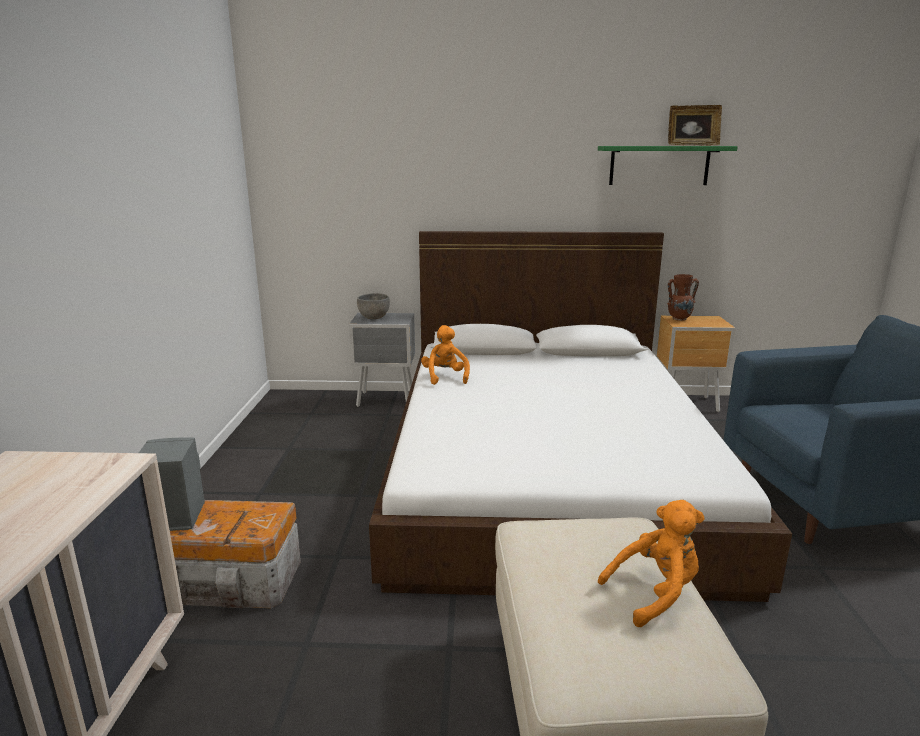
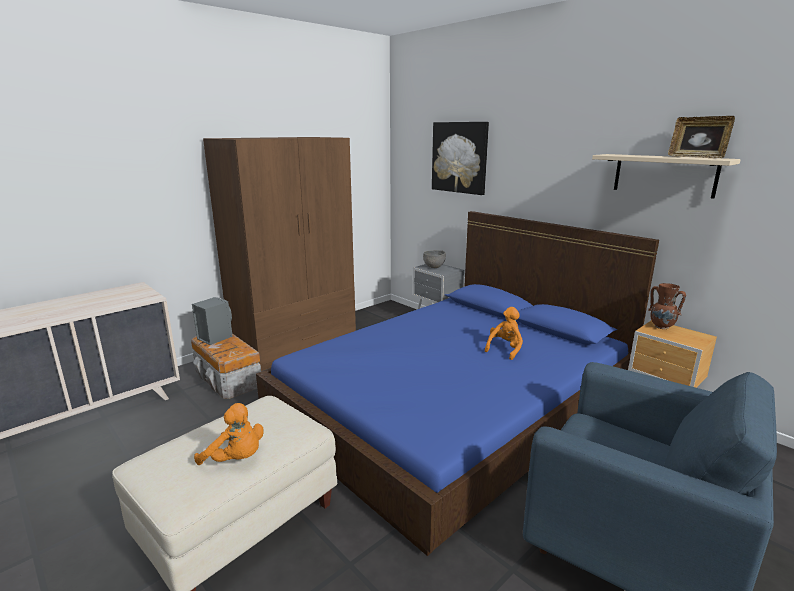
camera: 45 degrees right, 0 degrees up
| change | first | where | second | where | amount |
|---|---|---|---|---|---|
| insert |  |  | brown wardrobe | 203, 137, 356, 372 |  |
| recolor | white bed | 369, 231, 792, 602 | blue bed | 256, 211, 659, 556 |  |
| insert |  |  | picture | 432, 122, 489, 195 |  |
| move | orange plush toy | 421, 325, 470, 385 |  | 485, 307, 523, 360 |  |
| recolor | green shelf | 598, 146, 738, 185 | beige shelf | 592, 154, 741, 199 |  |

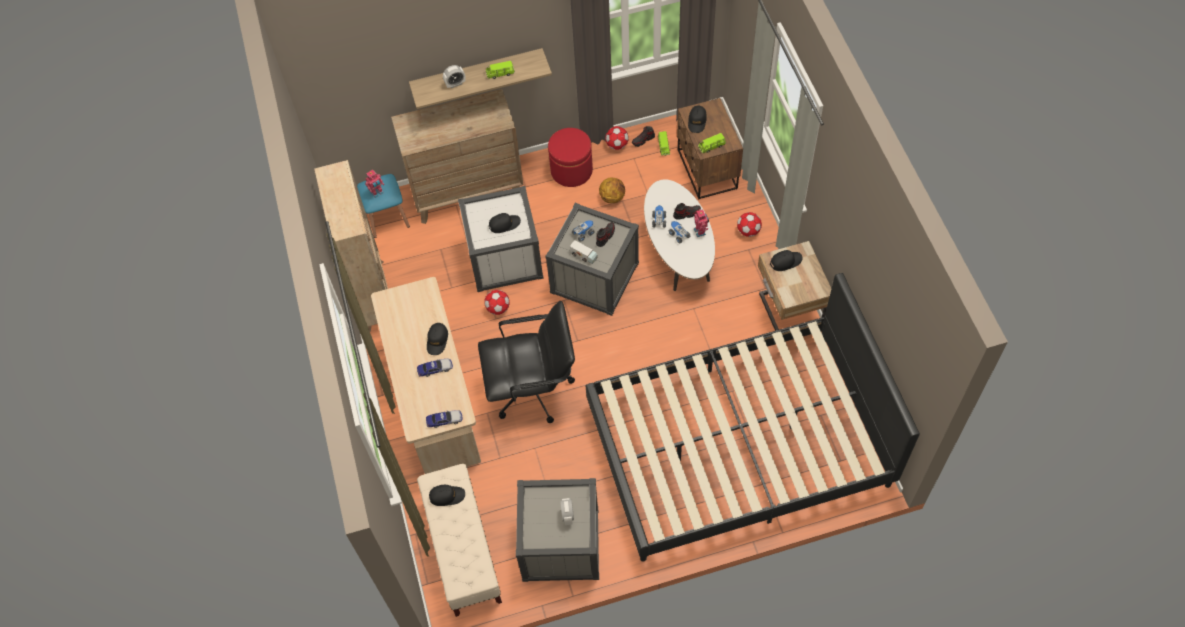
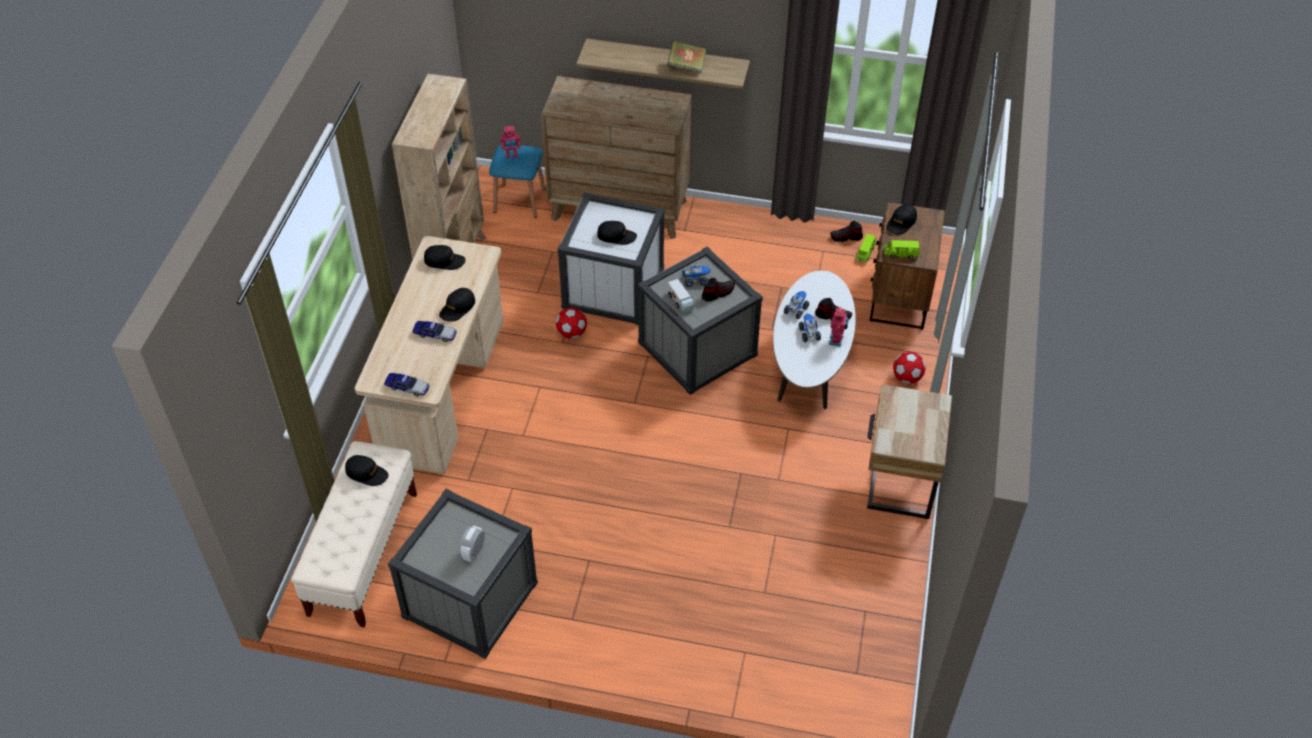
camera: 25 degrees right, 10 degrees down
| change | first | where | second | where | amount |
|---|---|---|---|---|---|
| move | black cap | 770, 250, 803, 271 |  | 424, 245, 466, 270 |  |
| replace | green toy car | 486, 61, 515, 79 | book | 667, 40, 707, 73 |  |
| delete | alarm clock | 443, 65, 466, 88 |  |  |  |
| delete | black office chair | 478, 301, 575, 423 |  |  |  |
| delete | red ottoman | 548, 128, 593, 187 |  |  |  |
| delete | black bed | 586, 273, 920, 562 |  |  |  |
| delete | basketball | 599, 177, 625, 203 |  |  |  |
| delete | football | 605, 126, 629, 150 |  |  |  |

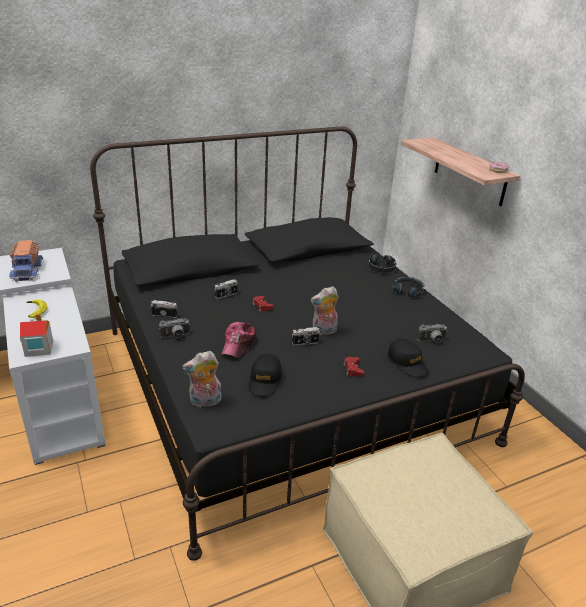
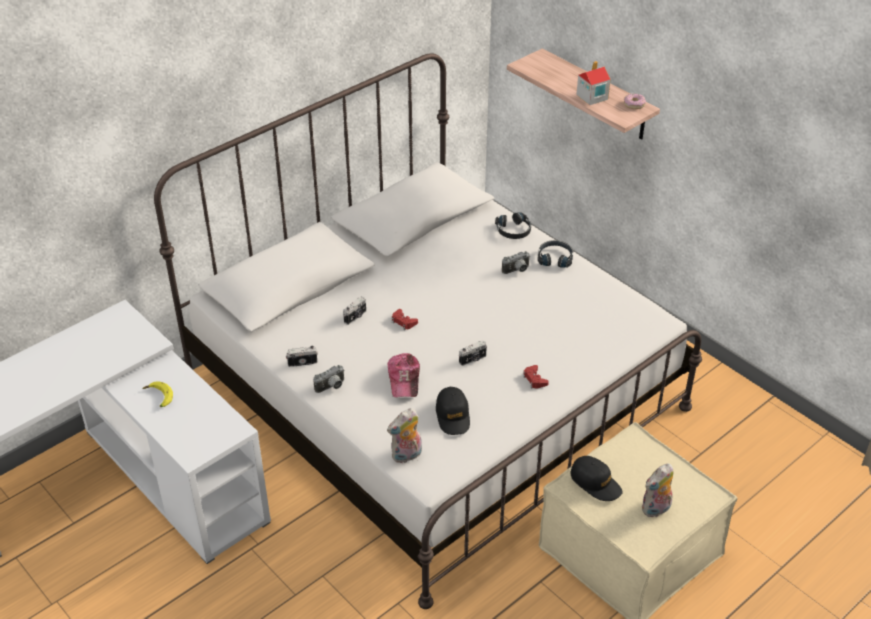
camera: 15 degrees left, 10 degrees up
| change | first | where | second | where | amount |
|---|---|---|---|---|---|
| recolor | black bed | 90, 127, 525, 561 | white bed | 154, 53, 702, 609 |  |
| move | photo camera | 417, 324, 447, 343 |  | 502, 251, 530, 274 |  |
| move | black cap | 388, 339, 429, 377 |  | 571, 456, 623, 501 |  |
| move | toy house | 20, 313, 53, 357 |  | 576, 61, 611, 105 |  |
| move | plush toy | 311, 286, 338, 336 |  | 642, 463, 674, 517 |  |
| delete | toy truck | 9, 240, 43, 282 |  |  |  |

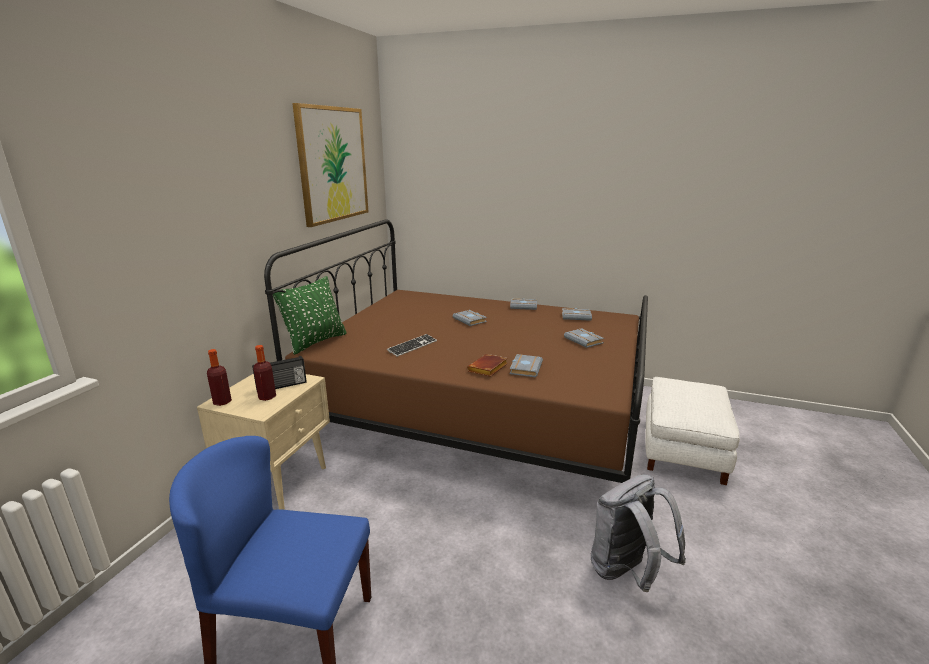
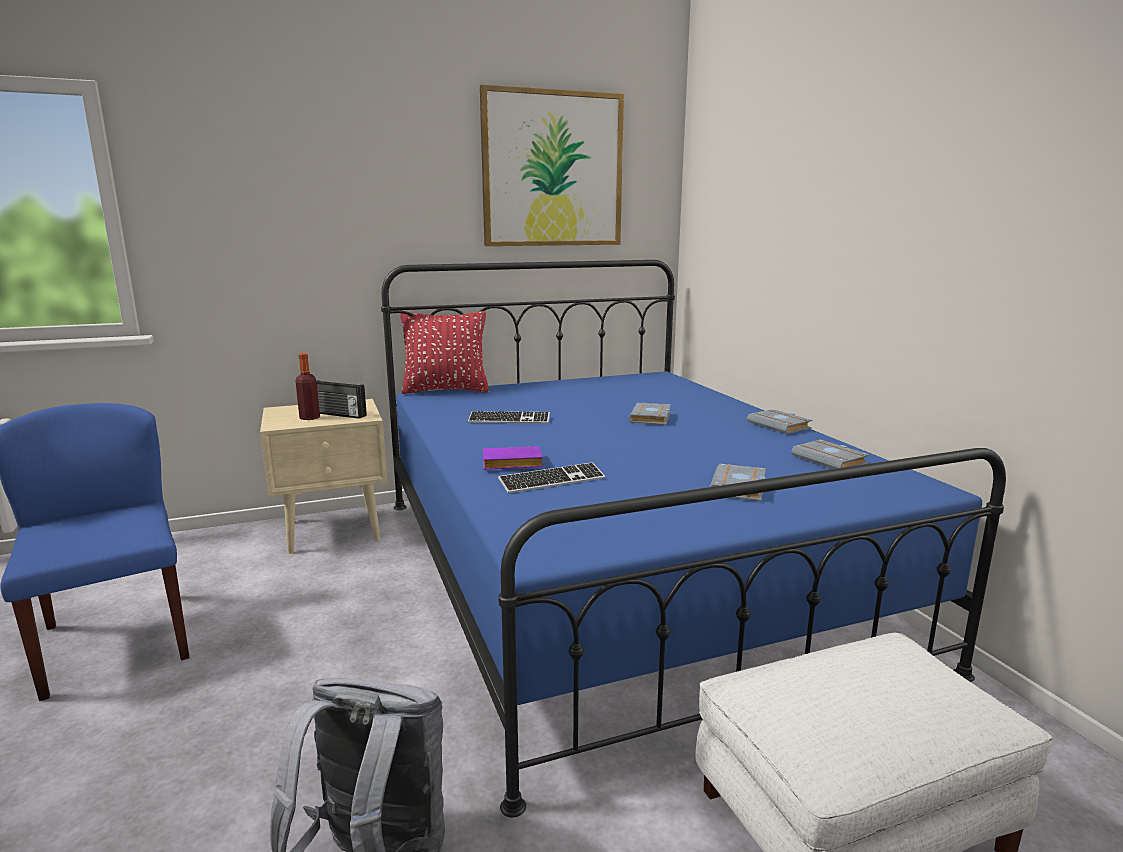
camera: 50 degrees right, 5 degrees down
| change | first | where | second | where | amount |
|---|---|---|---|---|---|
| recolor | brown bed | 264, 219, 648, 483 | blue bed | 381, 260, 1006, 818 |  |
| recolor | green pillow | 273, 276, 347, 355 | red pillow | 401, 311, 489, 394 |  |
| recolor | brown book | 467, 354, 508, 377 | purple book | 483, 446, 543, 470 |  |
| replace | grey book | 509, 354, 543, 378 | keyboard | 498, 462, 605, 493 |  |
| delete | bottle | 207, 349, 232, 406 |  |  |  |

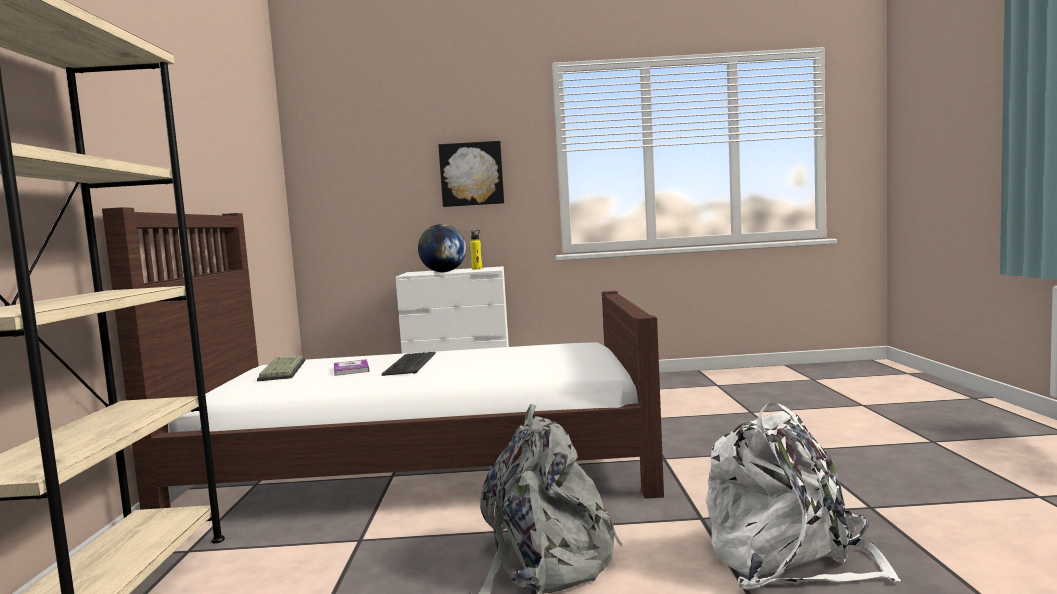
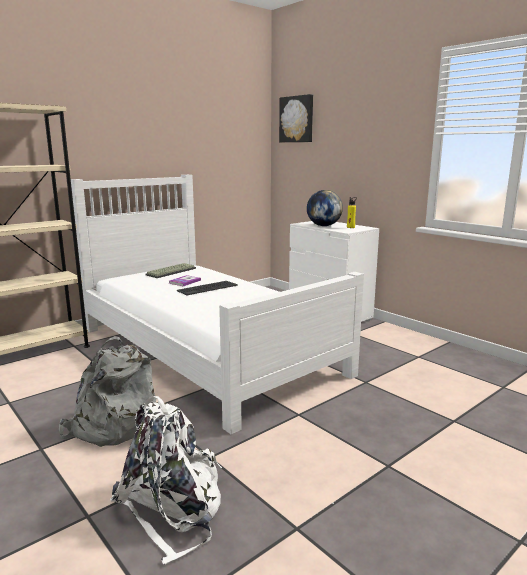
camera: 50 degrees right, 10 degrees up
| change | first | where | second | where | amount |
|---|---|---|---|---|---|
| recolor | brown bed | 102, 207, 664, 510 | white bed | 71, 175, 364, 434 |  |
| move | picture | 438, 141, 504, 207 |  | 279, 94, 313, 142 |  |

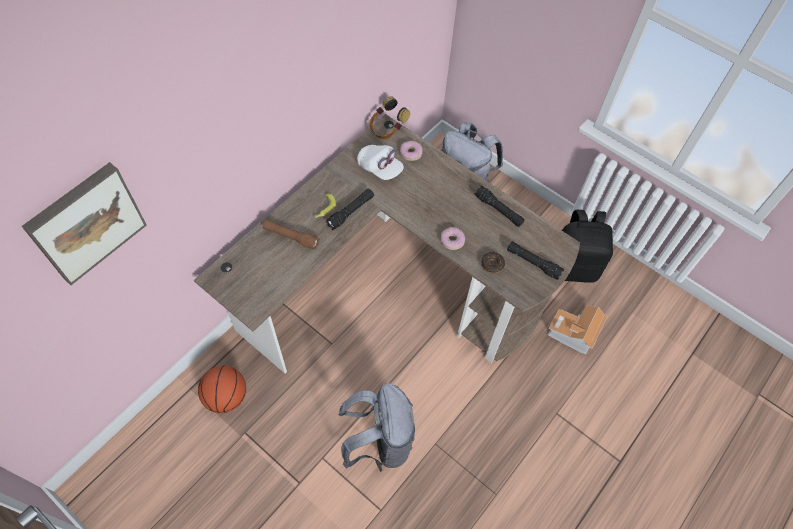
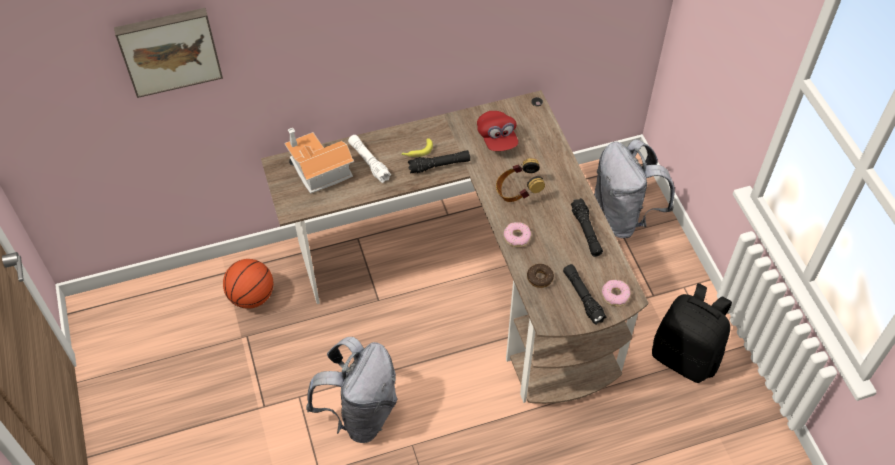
camera: 35 degrees right, 5 degrees down
| change | first | where | second | where | amount |
|---|---|---|---|---|---|
| move | toy house | 547, 305, 607, 355 |  | 284, 128, 354, 194 |  |
| recolor | brown flashlight | 263, 219, 320, 250 | white flashlight | 348, 135, 391, 183 |  |
| recolor | white cap | 357, 145, 404, 180 | red cap | 477, 111, 518, 151 |  |
| move | headphones | 369, 96, 410, 139 |  | 496, 158, 545, 202 |  |
| move | donut | 400, 141, 422, 161 |  | 602, 280, 630, 307 |  |

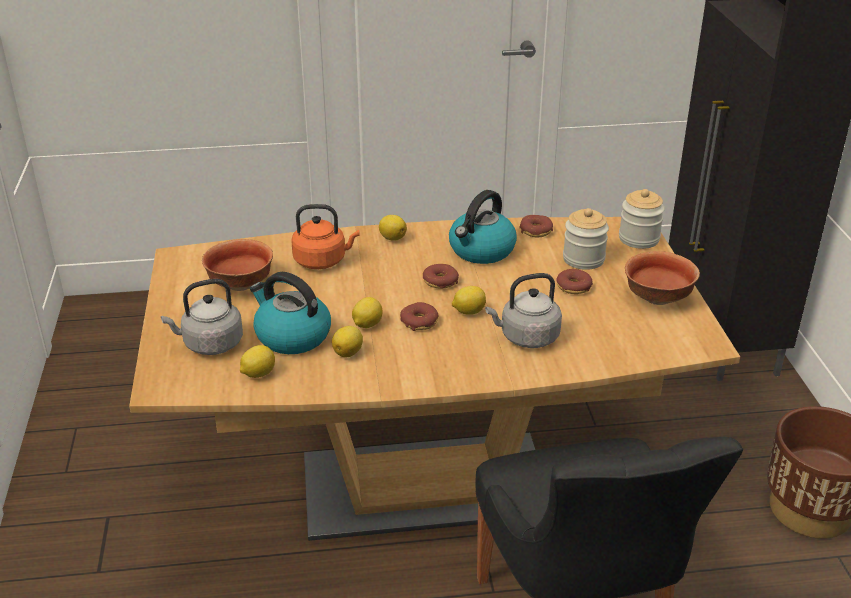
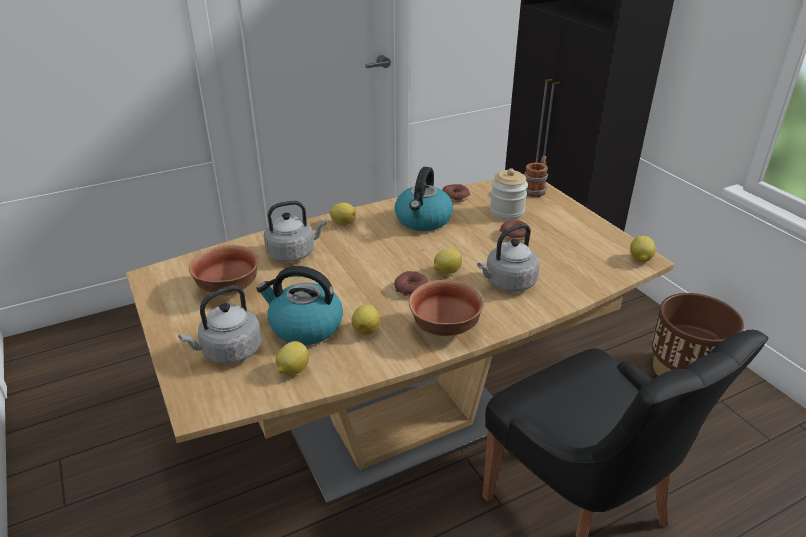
camera: 20 degrees left, 0 degrees up
| change | first | where | second | where | amount |
|---|---|---|---|---|---|
| recolor | orange kettle | 291, 204, 360, 269 | grey kettle | 264, 201, 327, 262 |  |
| move | bowl | 625, 251, 700, 305 |  | 409, 280, 484, 336 |  |
| replace | jar | 619, 189, 665, 249 | mug | 524, 155, 548, 197 |  |
| move | lemon | 352, 297, 383, 328 |  | 630, 236, 656, 262 |  |
| delete | donut | 423, 264, 459, 289 |  |  |  |

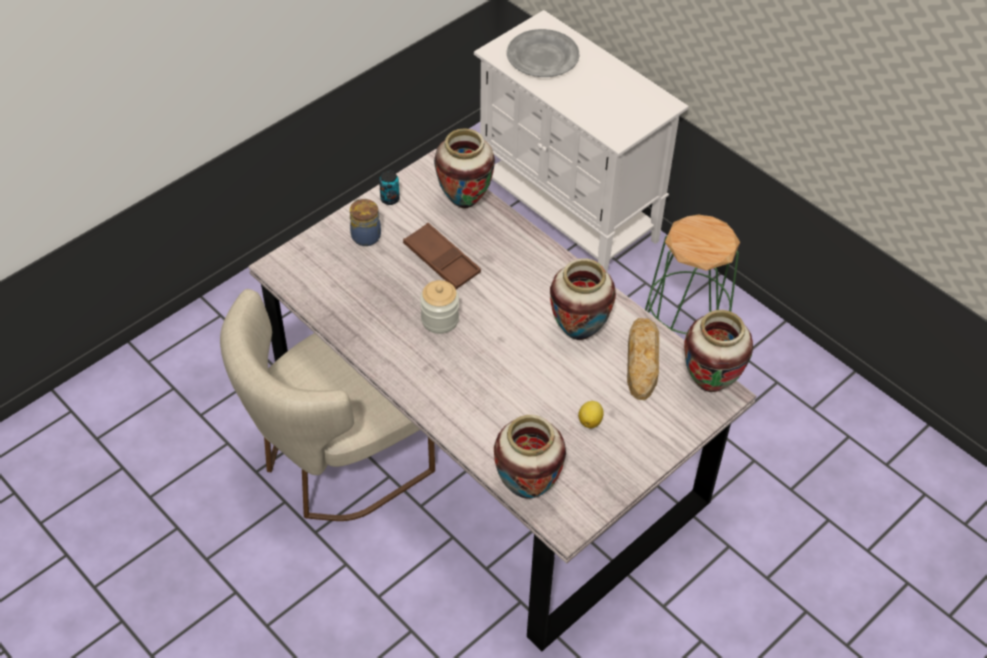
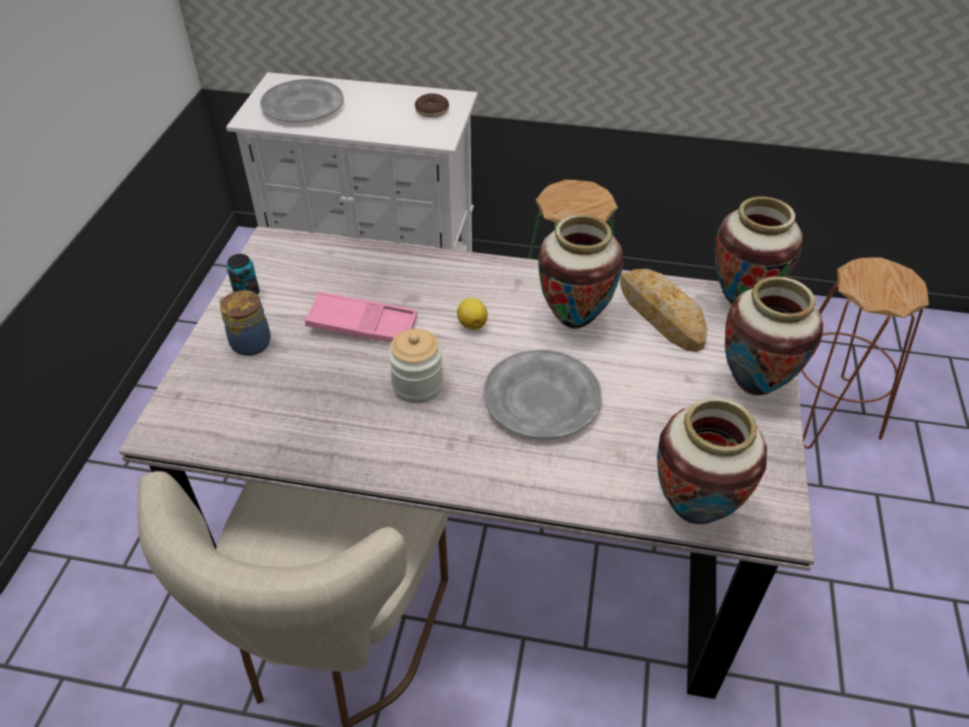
camera: 35 degrees left, 5 degrees down
| change | first | where | second | where | amount |
|---|---|---|---|---|---|
| recolor | brown tray | 403, 223, 481, 289 | pink tray | 305, 291, 417, 343 |  |
| insert |  |  | donut | 415, 93, 449, 118 |  |
| move | lemon | 578, 401, 604, 428 |  | 457, 298, 488, 330 |  |
| insert |  |  | grey plate | 483, 350, 602, 439 |  |
| move | vase | 434, 128, 495, 208 |  | 725, 276, 823, 396 |  |
| insert |  |  | brown stool | 801, 258, 929, 449 |  |

